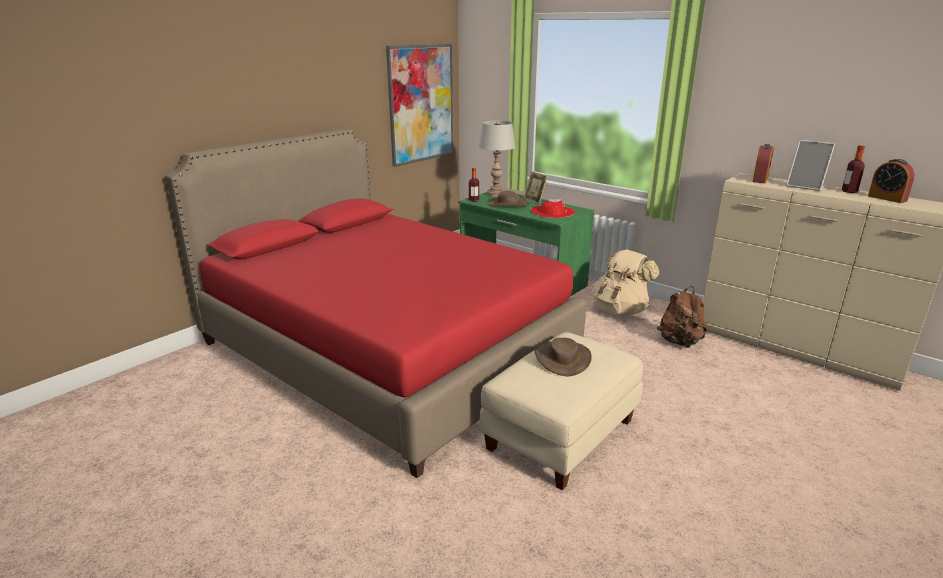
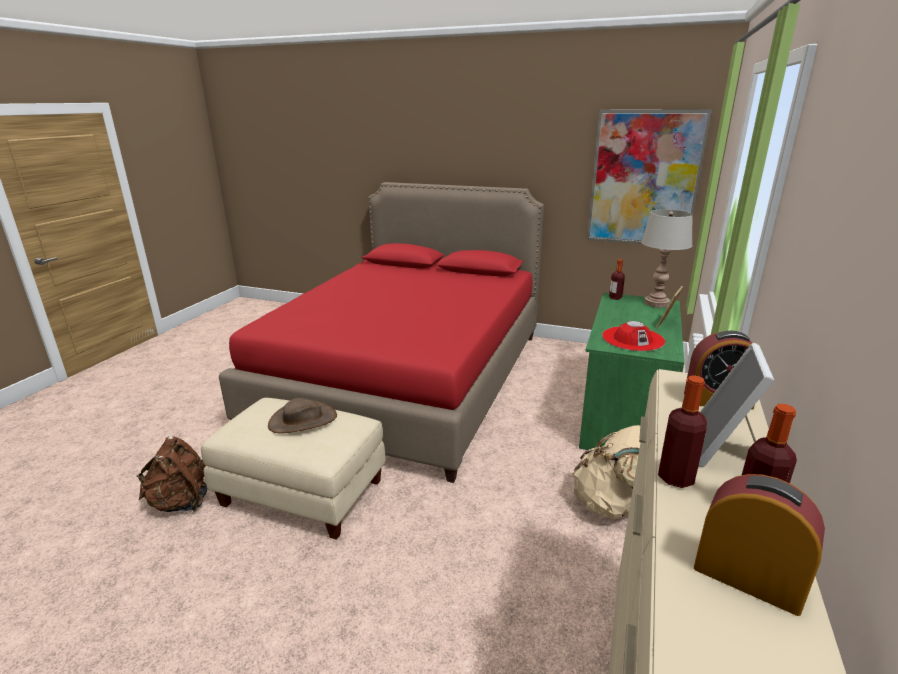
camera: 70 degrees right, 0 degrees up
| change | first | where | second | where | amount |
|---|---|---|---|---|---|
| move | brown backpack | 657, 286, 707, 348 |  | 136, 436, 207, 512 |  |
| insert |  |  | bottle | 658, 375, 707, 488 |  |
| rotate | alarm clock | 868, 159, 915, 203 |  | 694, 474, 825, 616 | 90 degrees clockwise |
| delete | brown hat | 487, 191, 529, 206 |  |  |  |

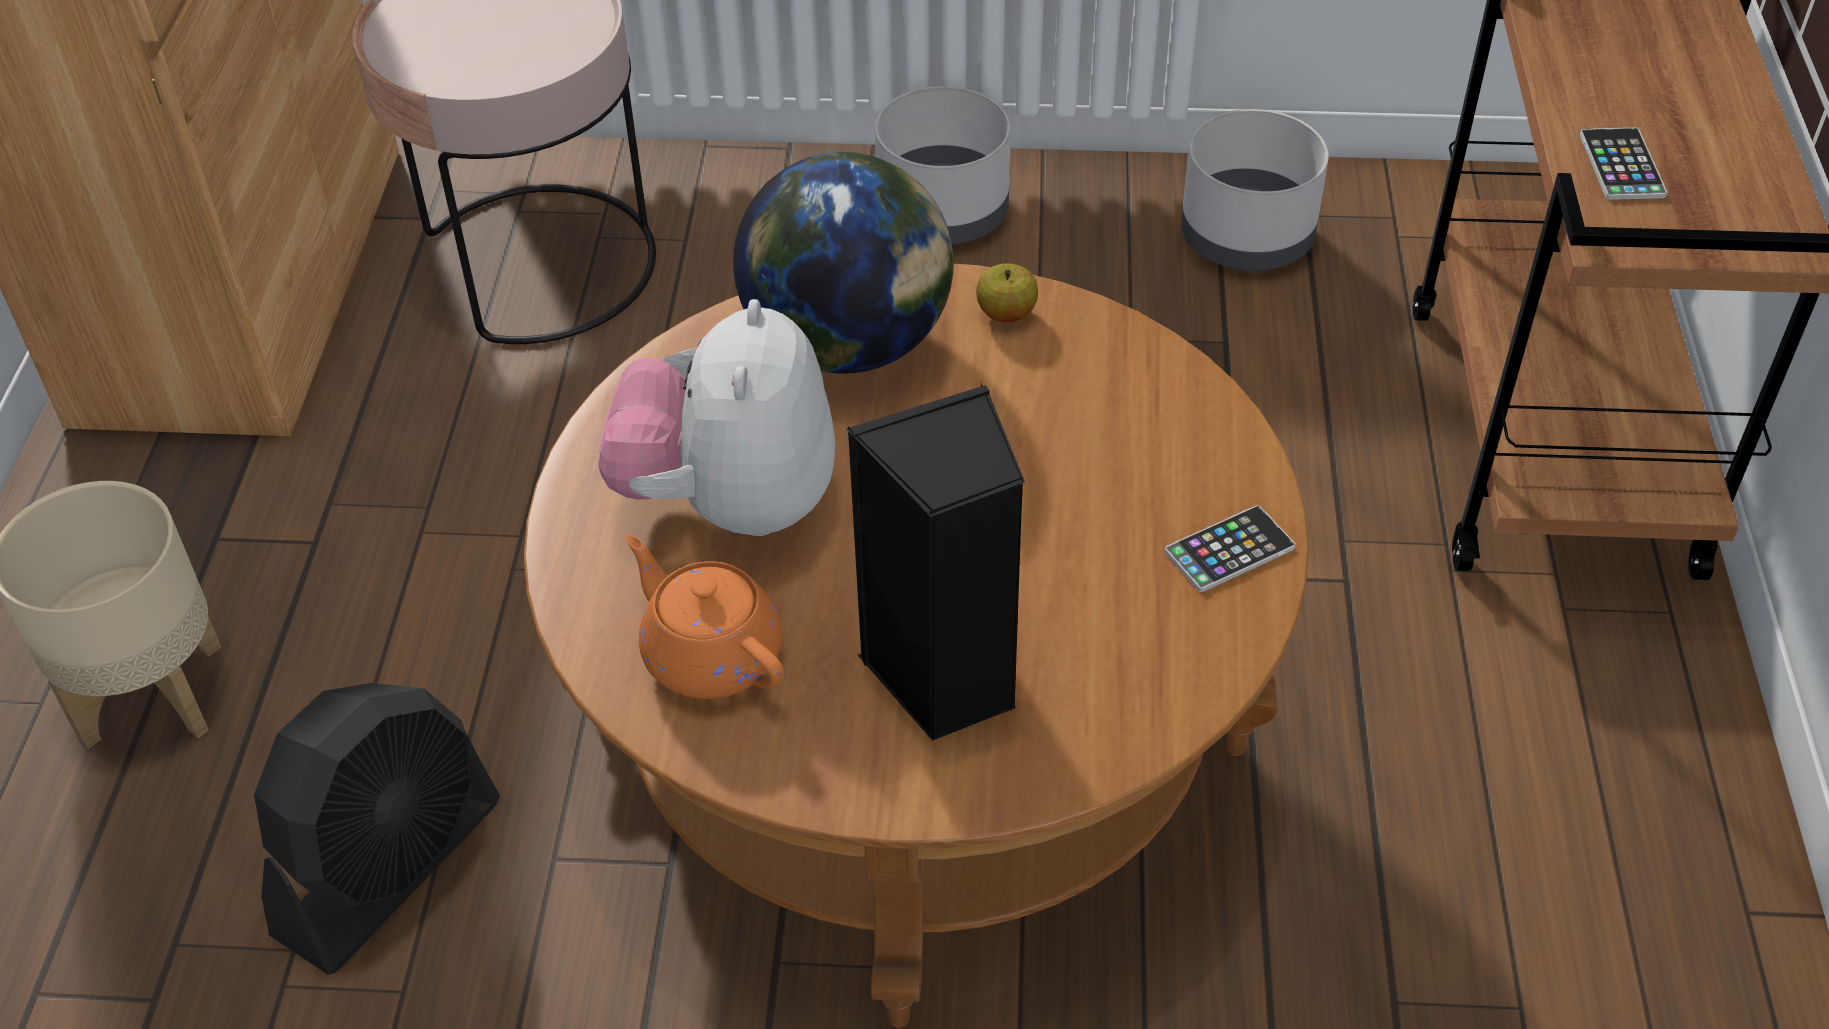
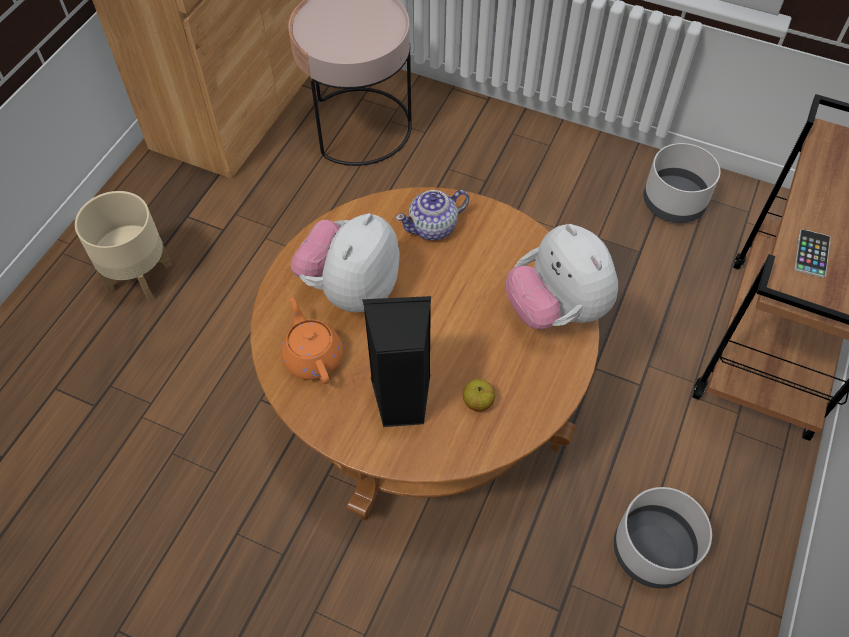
camera: 20 degrees right, 10 degrees up
| change | first | where | second | where | amount |
|---|---|---|---|---|---|
| replace | globe | 733, 152, 954, 374 | teapot | 395, 190, 469, 240 |  |
| move | apple | 976, 263, 1038, 322 |  | 463, 379, 495, 411 |  |
| insert |  |  | plush toy | 506, 224, 618, 329 |  |
| move | grey planter | 875, 86, 1011, 245 |  | 614, 487, 712, 589 |  |
| delete | black fan | 254, 683, 500, 975 |  |  |  |
| delete | phone | 1165, 505, 1295, 592 |  |  |  |

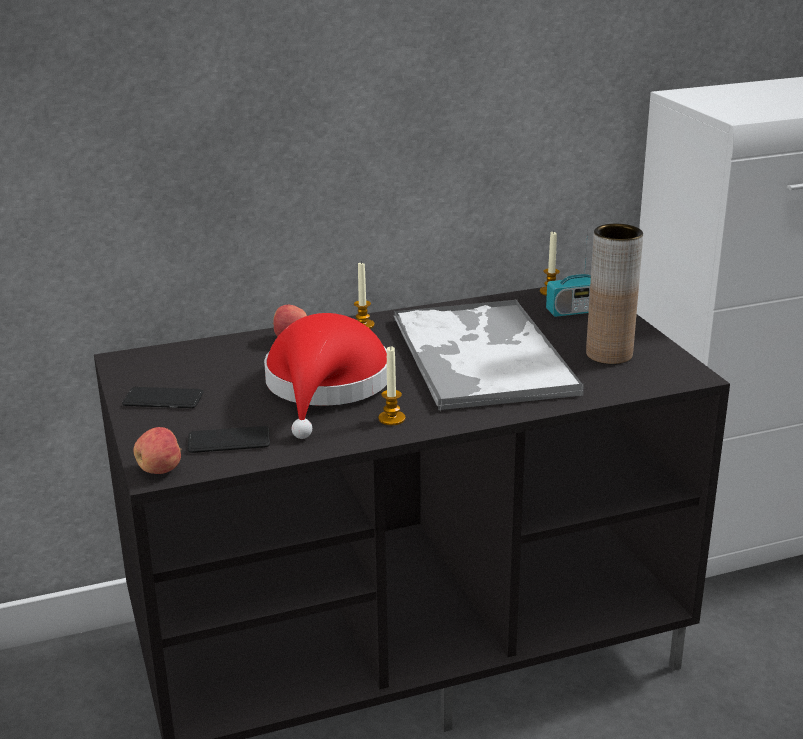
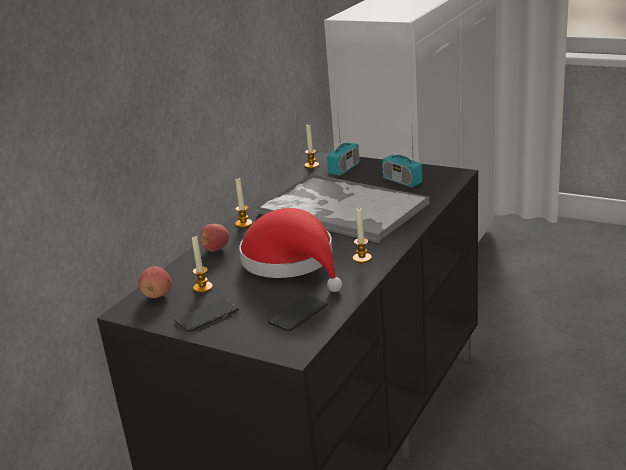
camera: 40 degrees left, 0 degrees up
| change | first | where | second | where | amount |
|---|---|---|---|---|---|
| move | apple | 134, 427, 182, 474 |  | 138, 266, 171, 298 |  |
| insert |  |  | candle | 192, 236, 213, 293 |  |
| replace | brown vase | 586, 224, 643, 364 | radio | 382, 138, 422, 187 |  |

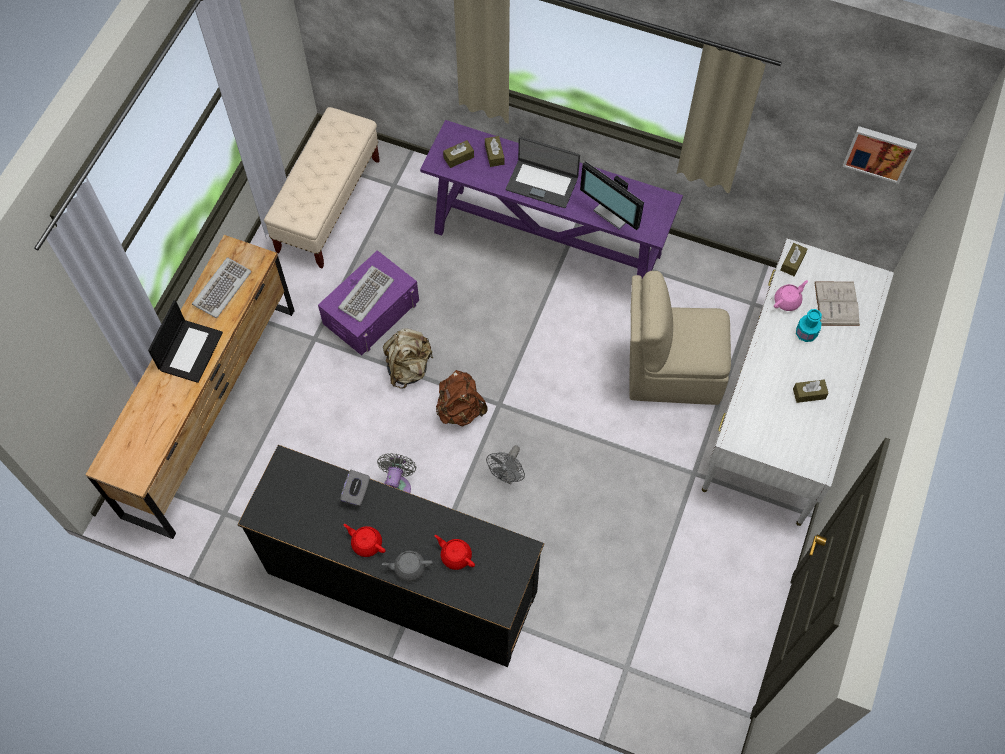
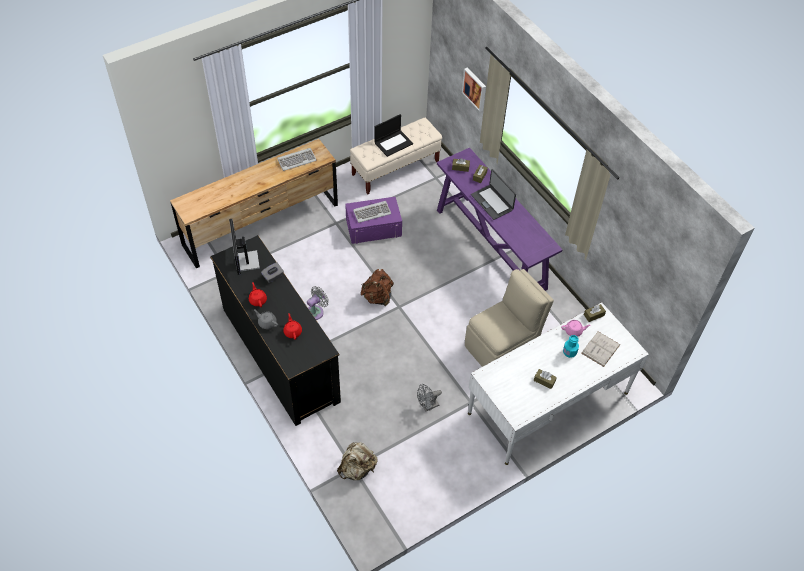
camera: 35 degrees right, 10 degrees down
| change | first | where | second | where | amount |
|---|---|---|---|---|---|
| move | monitor | 580, 161, 644, 230 |  | 229, 219, 260, 275 |  |
| move | beige backpack | 383, 329, 433, 389 |  | 337, 442, 378, 480 |  |
| move | laptop | 148, 300, 223, 383 |  | 374, 114, 413, 157 |  |
| move | grey fan | 486, 445, 525, 485 |  | 417, 384, 442, 412 |  |
| move | picture | 842, 126, 917, 184 |  | 462, 67, 486, 112 |  |
| rotate | beige chair | 629, 271, 731, 405 |  | 465, 269, 554, 367 | 105 degrees clockwise |

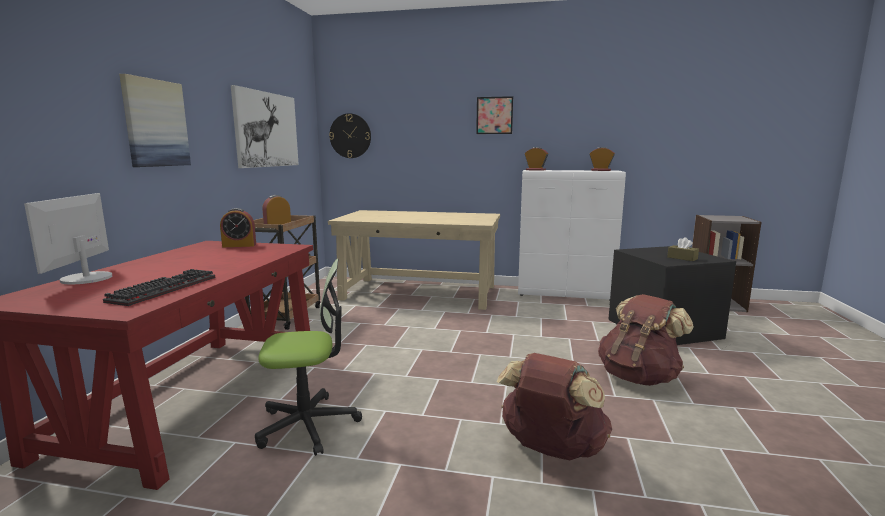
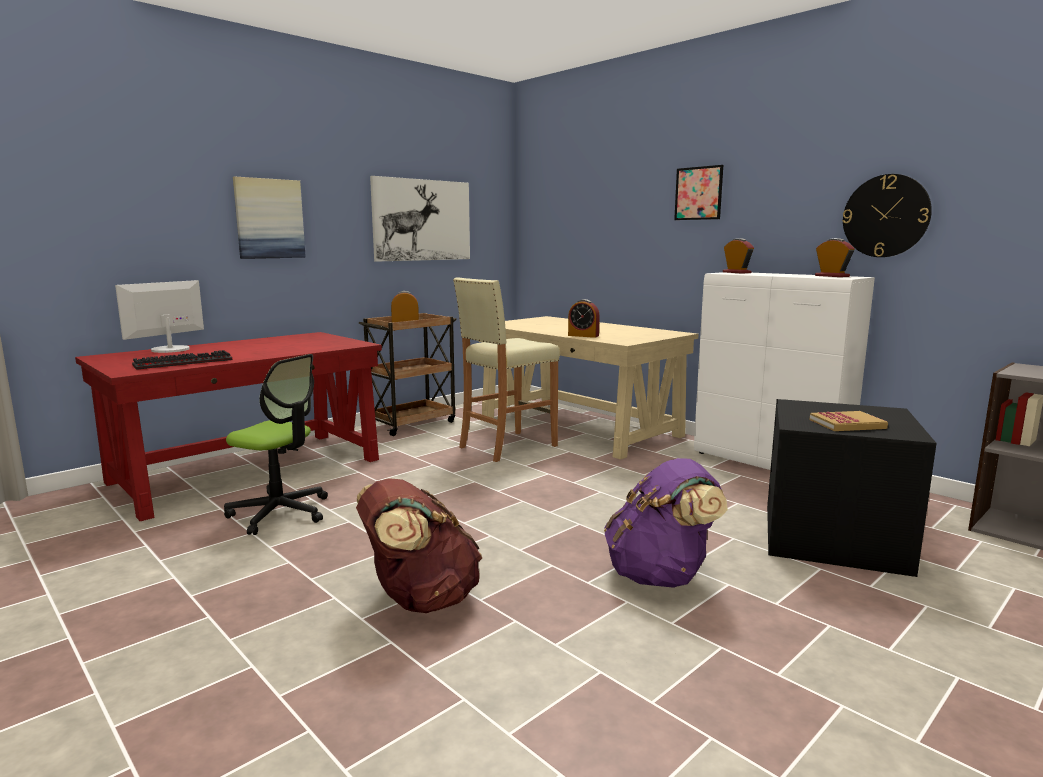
camera: 35 degrees right, 0 degrees up
| change | first | where | second | where | amount |
|---|---|---|---|---|---|
| insert |  |  | beige stool | 453, 277, 560, 462 |  |
| move | alarm clock | 220, 208, 256, 247 |  | 568, 299, 600, 338 |  |
| recolor | brown backpack | 598, 294, 694, 386 | purple backpack | 604, 458, 728, 588 |  |
| replace | brown tissue box | 667, 237, 699, 261 | book | 810, 411, 888, 431 |  |
| move | wall clock | 329, 113, 371, 158 |  | 842, 174, 932, 257 |  |

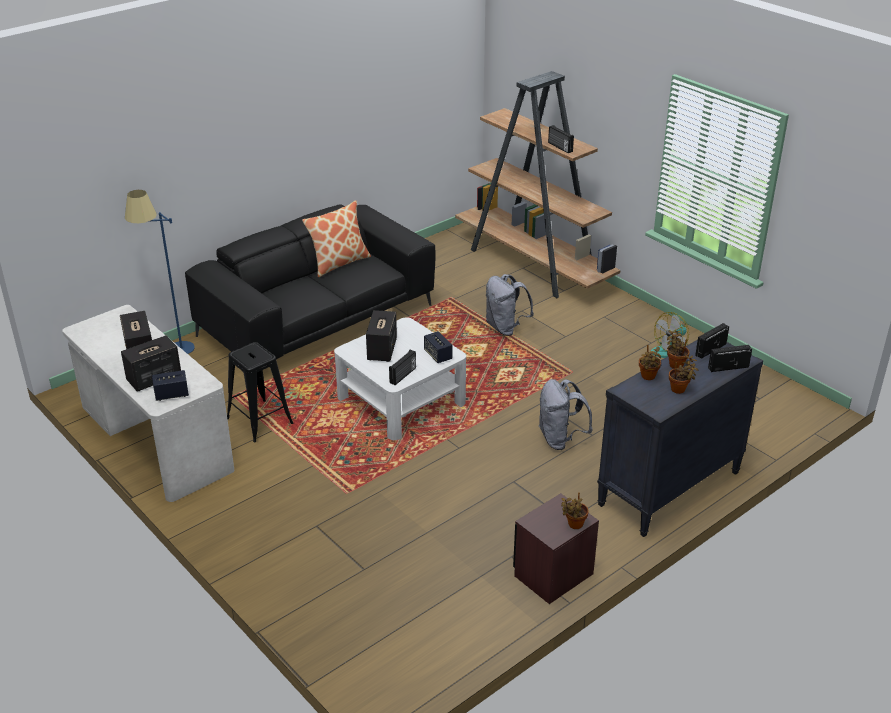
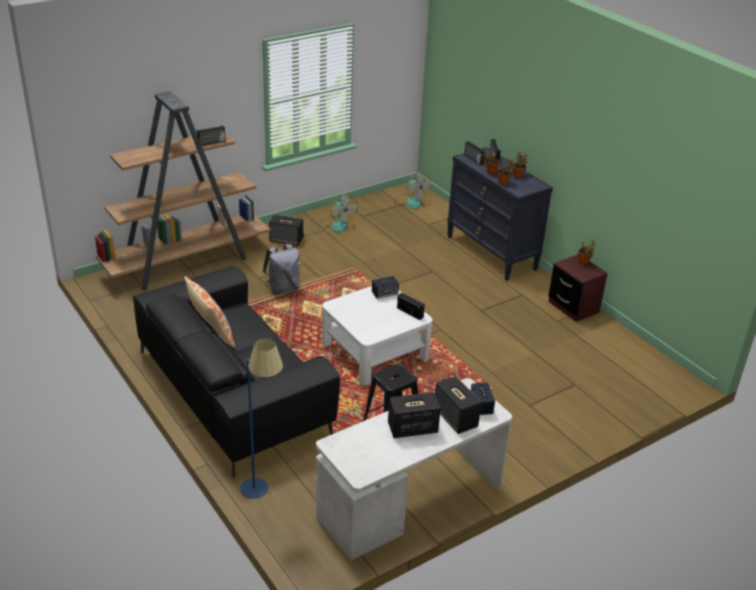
camera: 85 degrees left, 0 degrees up
| change | first | where | second | where | amount |
|---|---|---|---|---|---|
| move | speaker | 366, 310, 397, 362 |  | 269, 214, 303, 246 |  |
| insert |  |  | fan | 394, 171, 431, 209 |  |
| delete | grey backpack | 538, 379, 593, 450 |  |  |  |

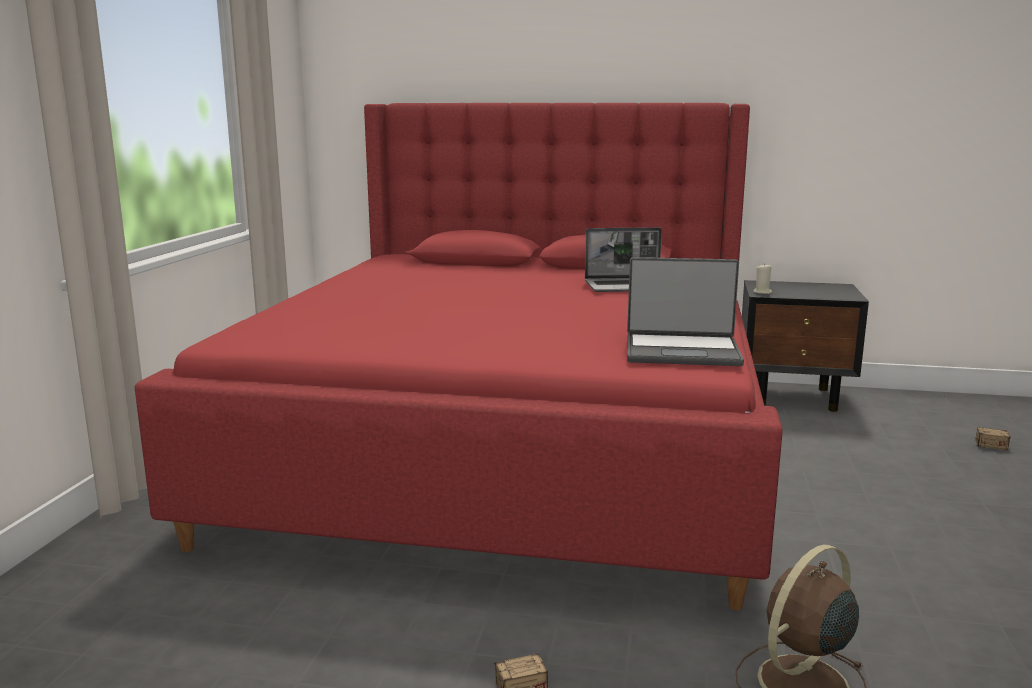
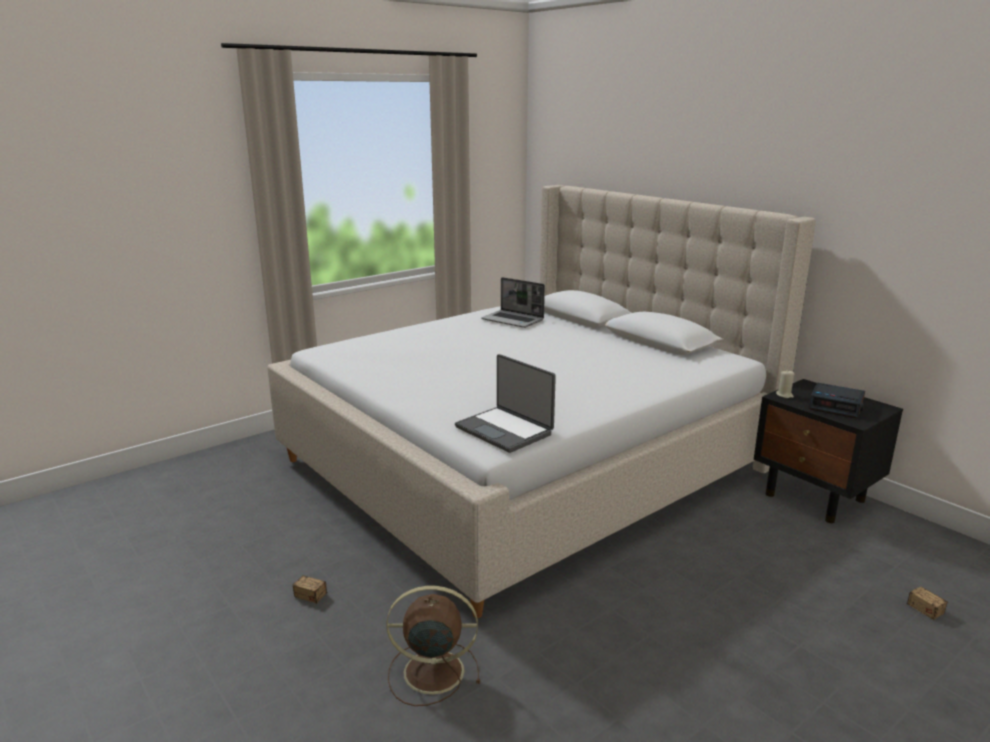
camera: 40 degrees right, 5 degrees up
| change | first | where | second | where | amount |
|---|---|---|---|---|---|
| recolor | red bed | 135, 103, 783, 610 | beige bed | 267, 185, 816, 618 |  |
| move | laptop | 585, 227, 662, 292 |  | 481, 277, 545, 328 |  |
| insert |  |  | alarm clock | 808, 383, 865, 418 |  |

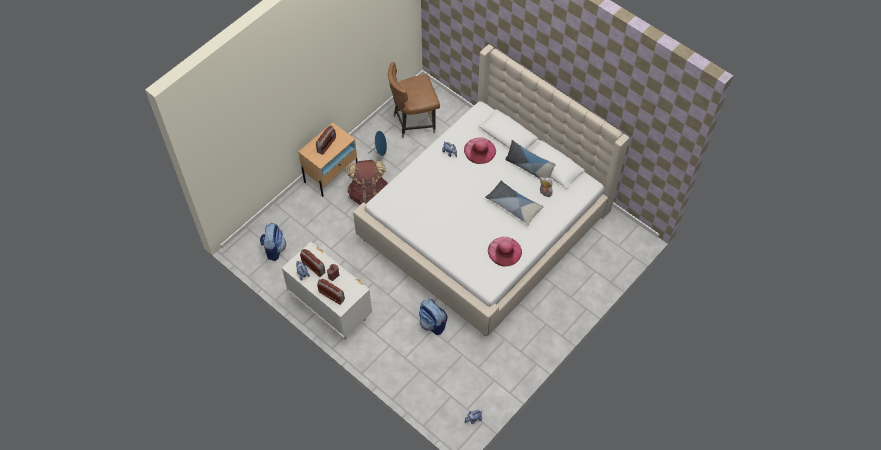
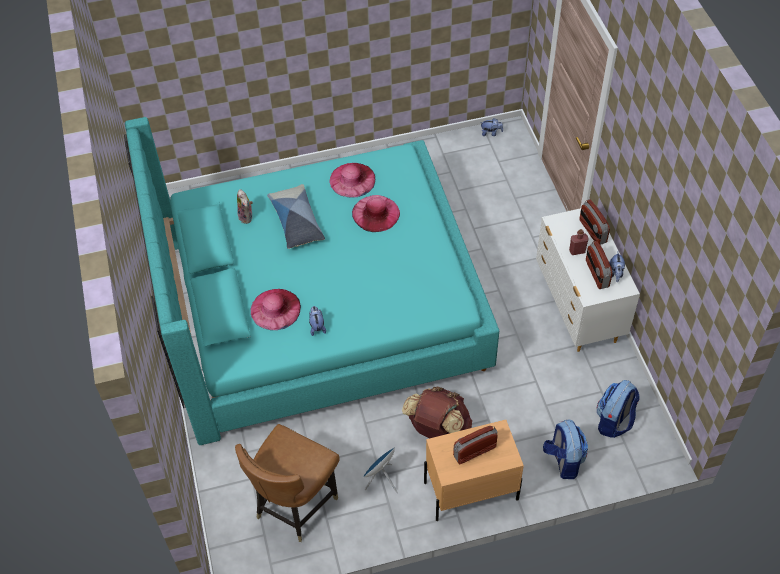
camera: 145 degrees left, 5 degrees down
| change | first | where | second | where | amount |
|---|---|---|---|---|---|
| recolor | beige bed | 353, 44, 629, 337 | turquoise bed | 124, 117, 499, 445 |  |
| rotate | brown chair | 388, 62, 440, 138 |  | 235, 424, 340, 542 | 105 degrees clockwise |
| insert |  |  | pink hat | 352, 195, 400, 232 |  |
| move | backpack | 419, 299, 448, 335 |  | 543, 420, 588, 479 |  |
| delete | pillow | 505, 140, 556, 178 |  |  |  |

